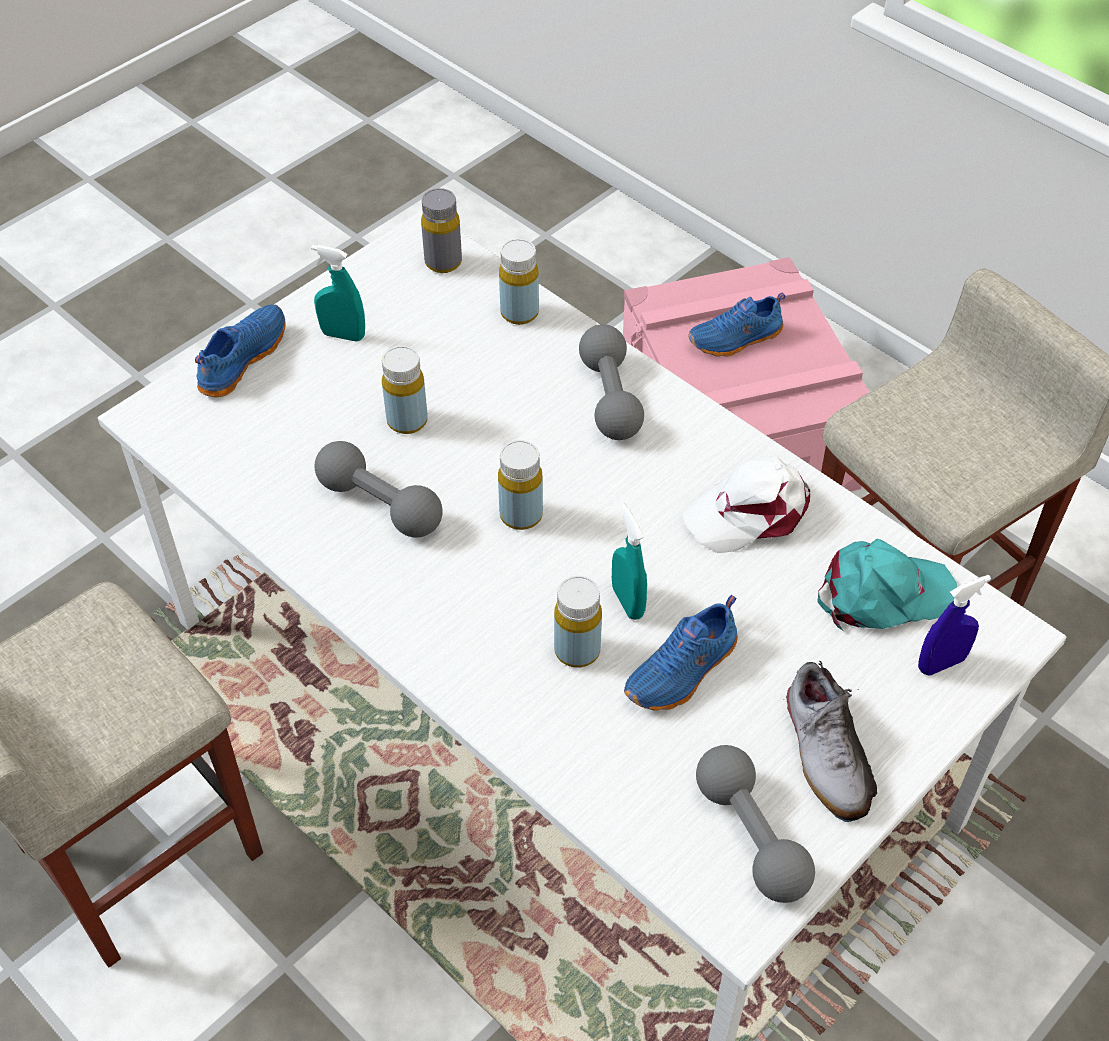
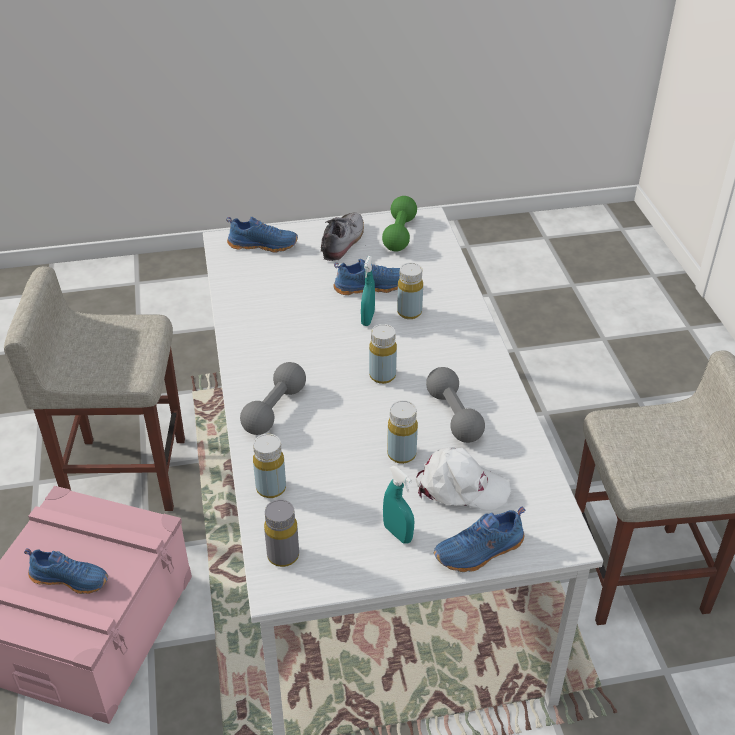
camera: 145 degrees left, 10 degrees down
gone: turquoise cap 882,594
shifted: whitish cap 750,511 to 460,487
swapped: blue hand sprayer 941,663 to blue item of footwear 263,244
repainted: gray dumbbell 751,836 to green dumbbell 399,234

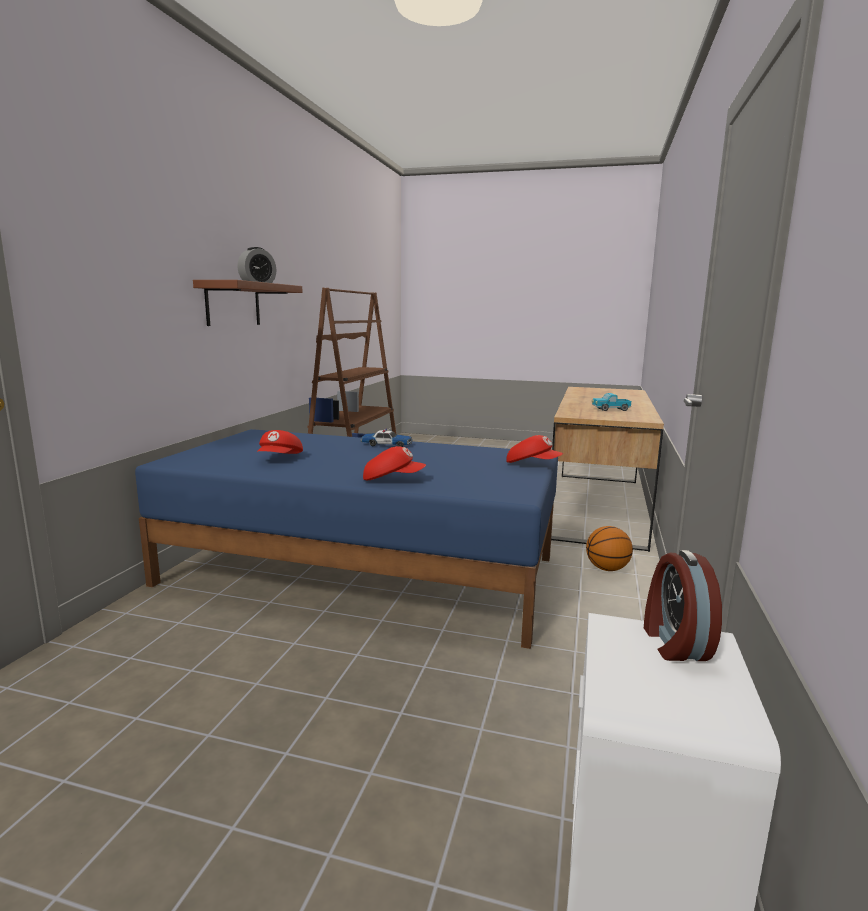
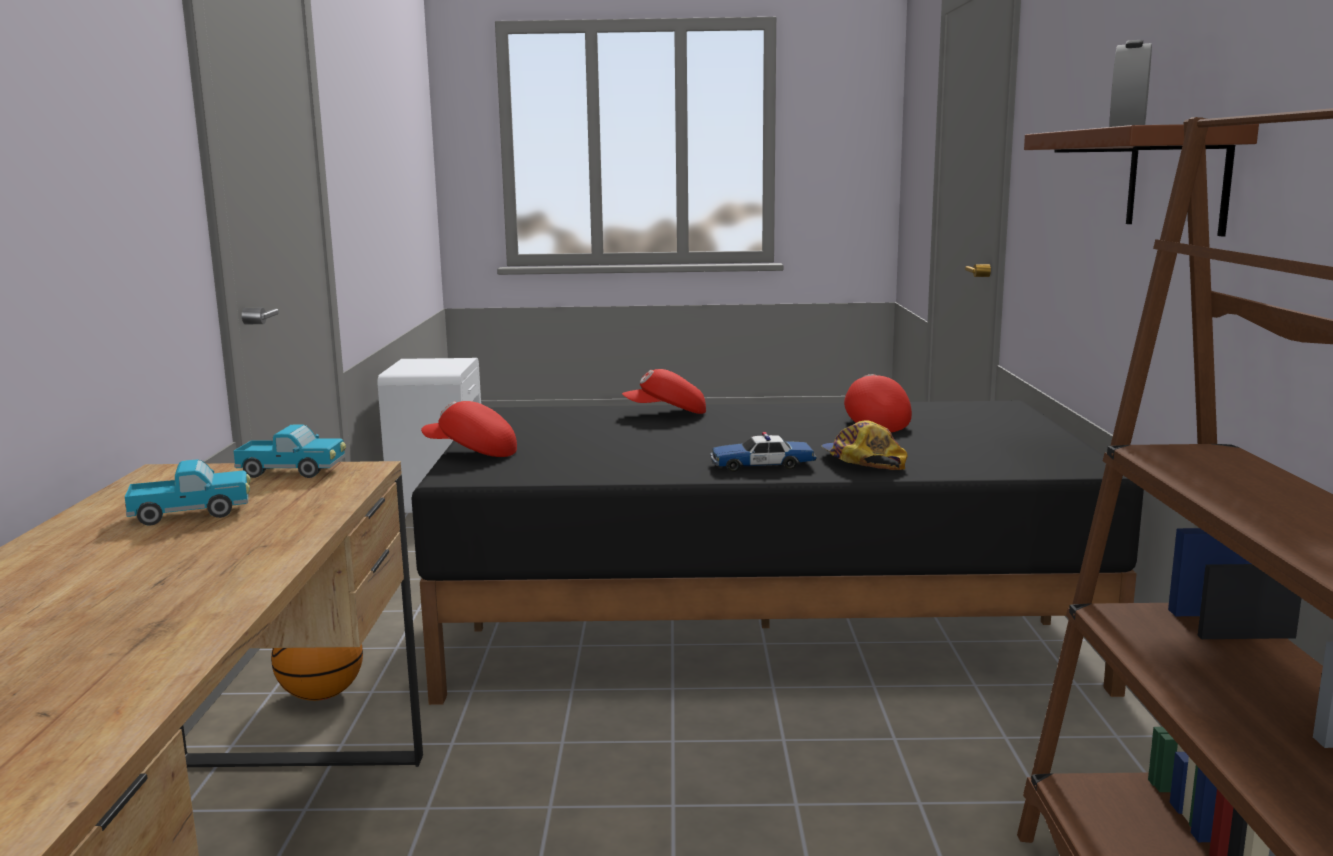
camera: 165 degrees right, 0 degrees up
gone: bedside clock 674,642
new: toy truck 293,472; cap 861,461
repainted: blue sleeping bed 361,570 to blackish sleeping bed 763,628

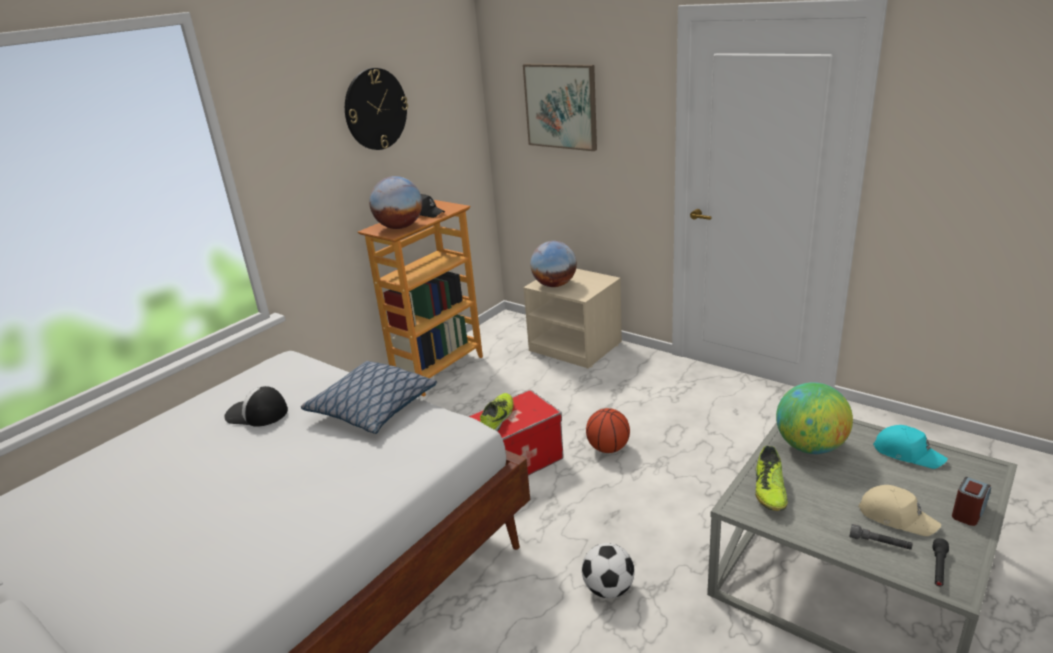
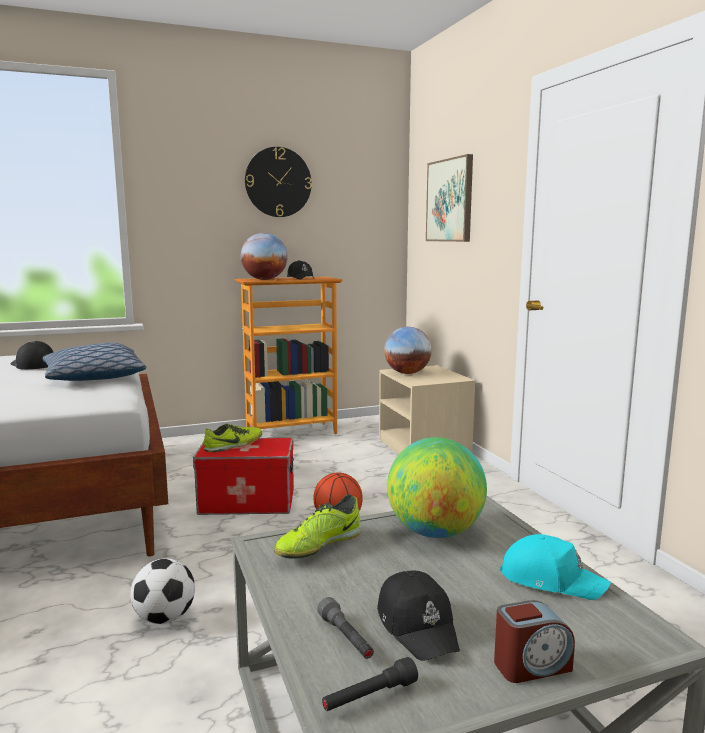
camera: 30 degrees right, 15 degrees down
repainted: beige-coloured cap 896,516 to blackish cap 418,625
rotated: turquoise cap 907,453 = 551,579 45 degrees counterclockwise

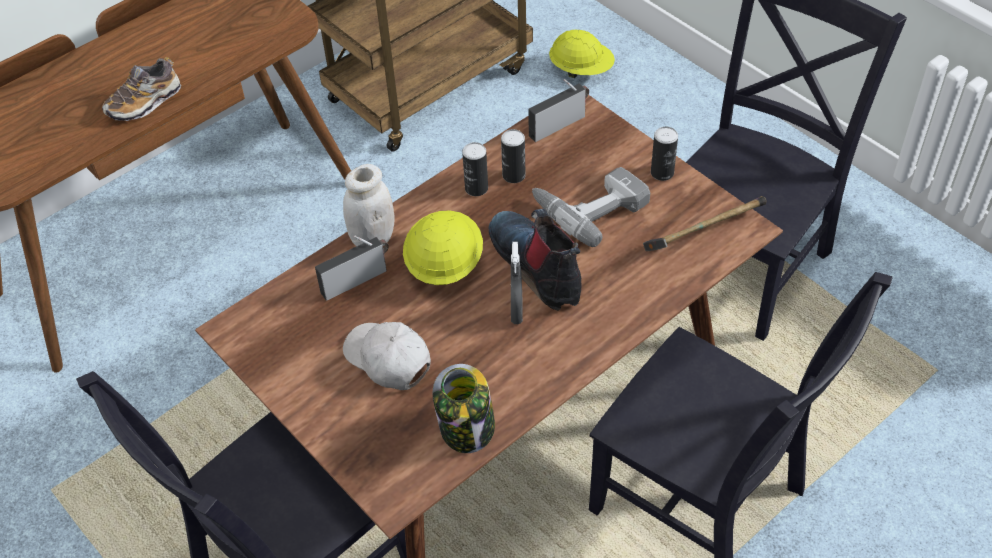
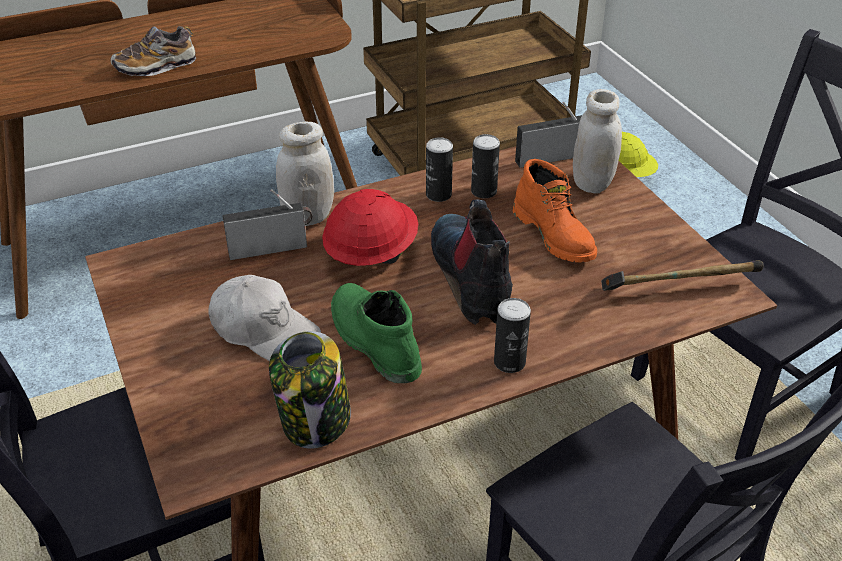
camera: 15 degrees right, 10 degrees down
gone: gray hand sprayer 516,311
new: green boot 372,341; whitish storage jar 592,183
shifted: metal can 662,173 to 509,362
swapped: power drill 589,206 to orange-coloured boot 555,235
repainted: yellow safety helmet 444,263 to reddish safety helmet 371,254
rotated: whitish cap 388,360 = 264,330 150 degrees clockwise

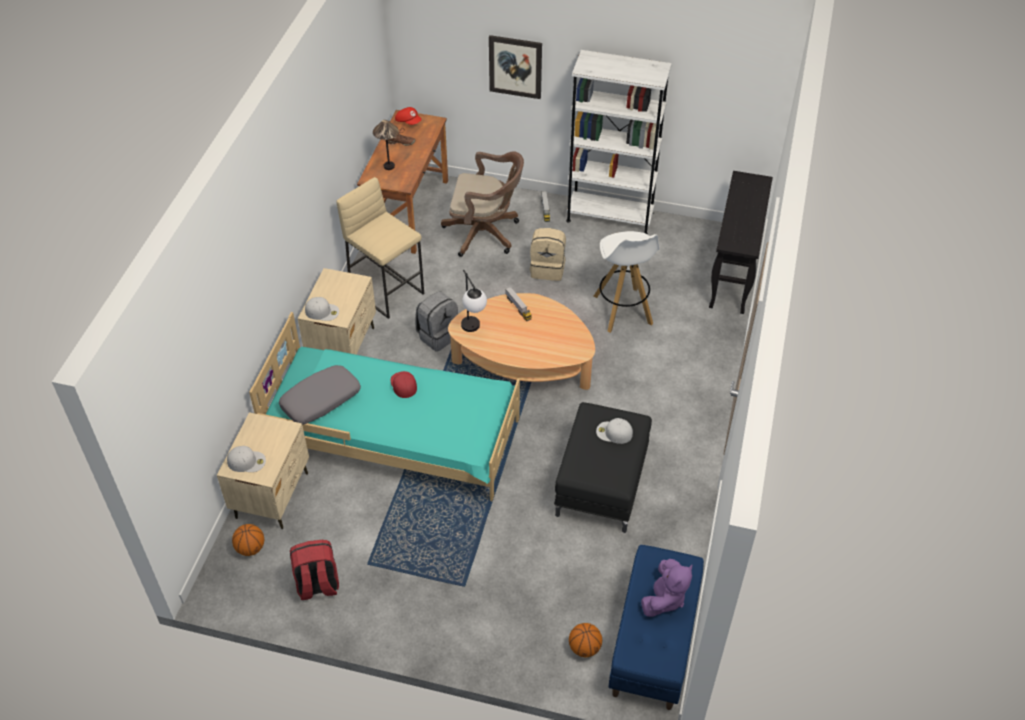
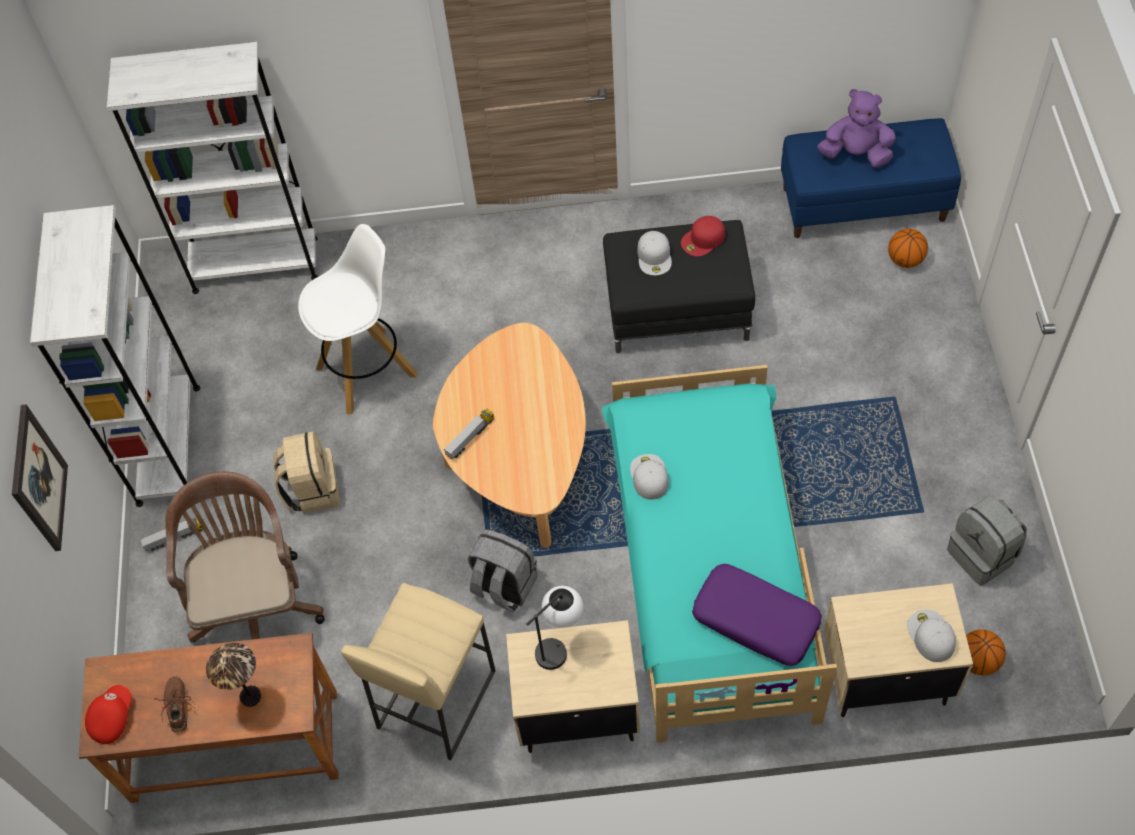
camera: 105 degrees left, 10 degrees up
shifted: tabletop lamp 473,330 to 560,645; whitish cap 322,311 to 648,476; reddish cap 403,384 to 703,239
swapped: blackish hall table 733,275 to whitish shelving unit 255,264
repainted: gray throw pillow 321,401 to purplish throw pillow 756,619; reddish backpack 317,585 to gray backpack 983,554

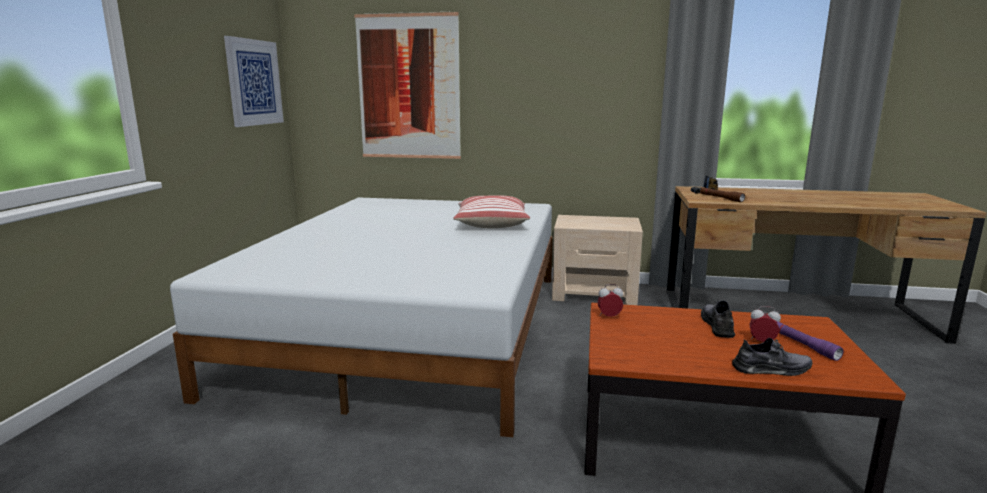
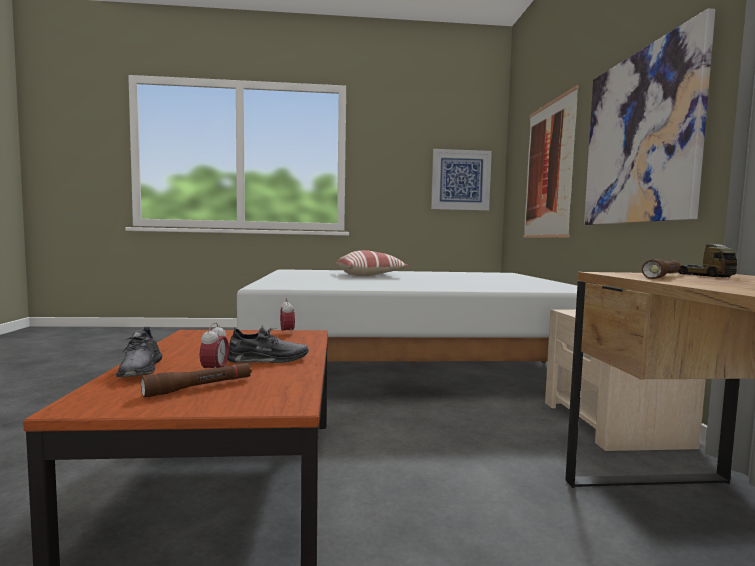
camera: 75 degrees right, 10 degrees down
new: picture 640,138
shifted: throw pillow 491,224 to 370,276
repainted: purplish flashlight 803,345 to brown-coloured flashlight 199,387

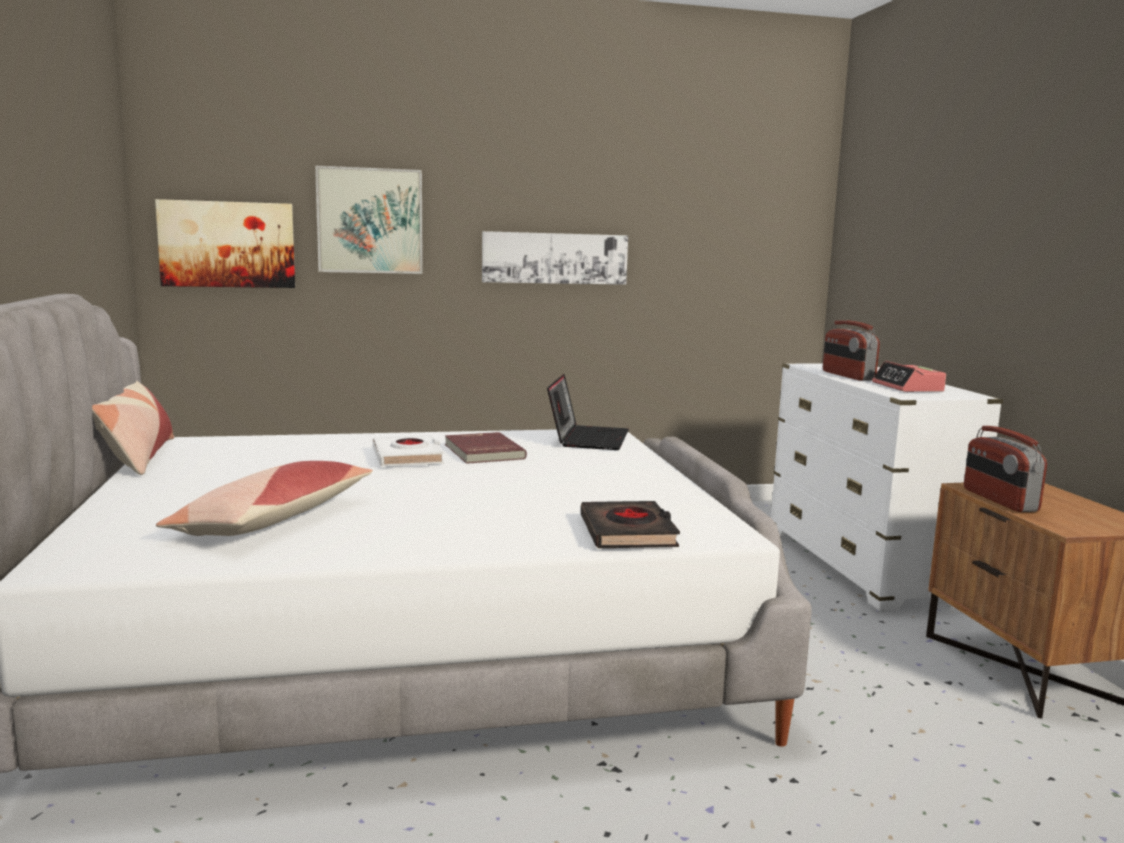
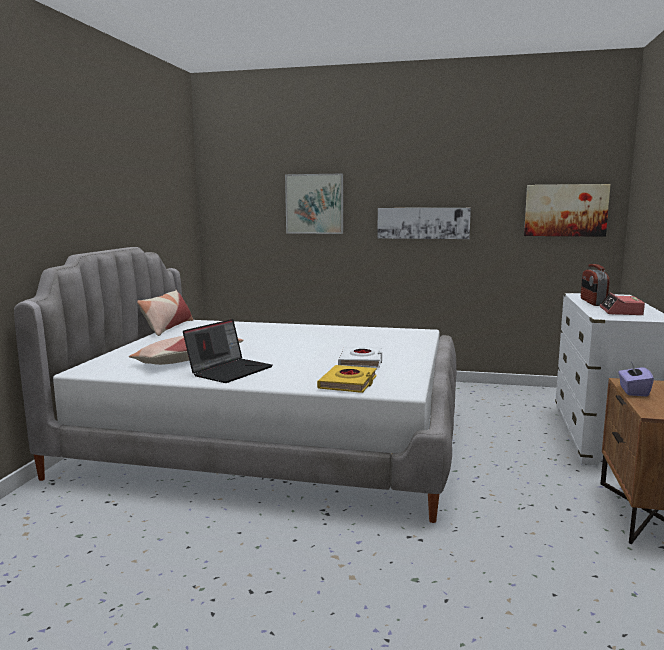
camera: 25 degrees right, 0 degrees up
gone: reddish book 482,451
shifted: portable computer 587,438 to 230,370; whitish book 408,457 to 361,361; picture 227,244 to 565,210
swapped: radio 999,500 to purplish tissue holder 633,391
repainted: blackish book 628,533 to yellow book 348,383

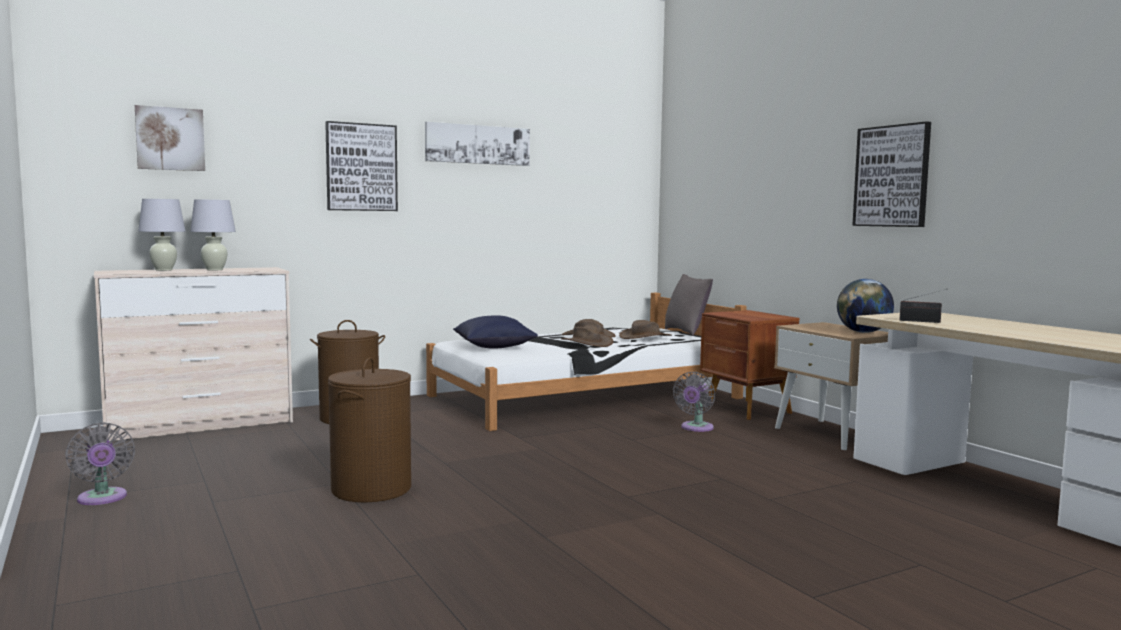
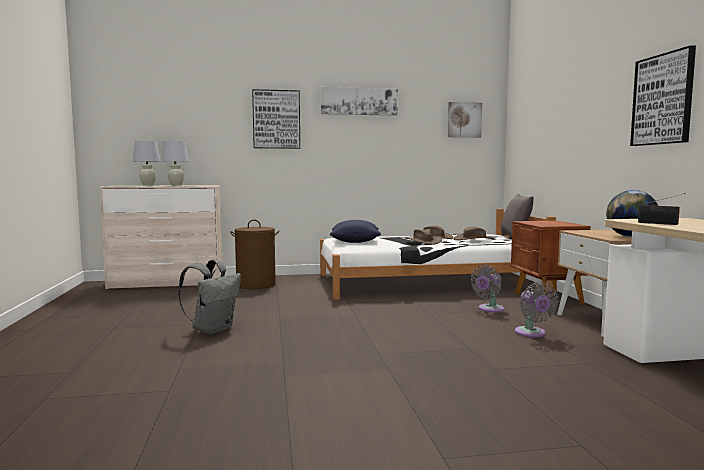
camera: 20 degrees right, 0 degrees up
shifted: picture 170,139 to 464,120; gray fan 102,499 to 532,333
swapped: brown-coloured washing basket 371,489 to gray backpack 213,330

